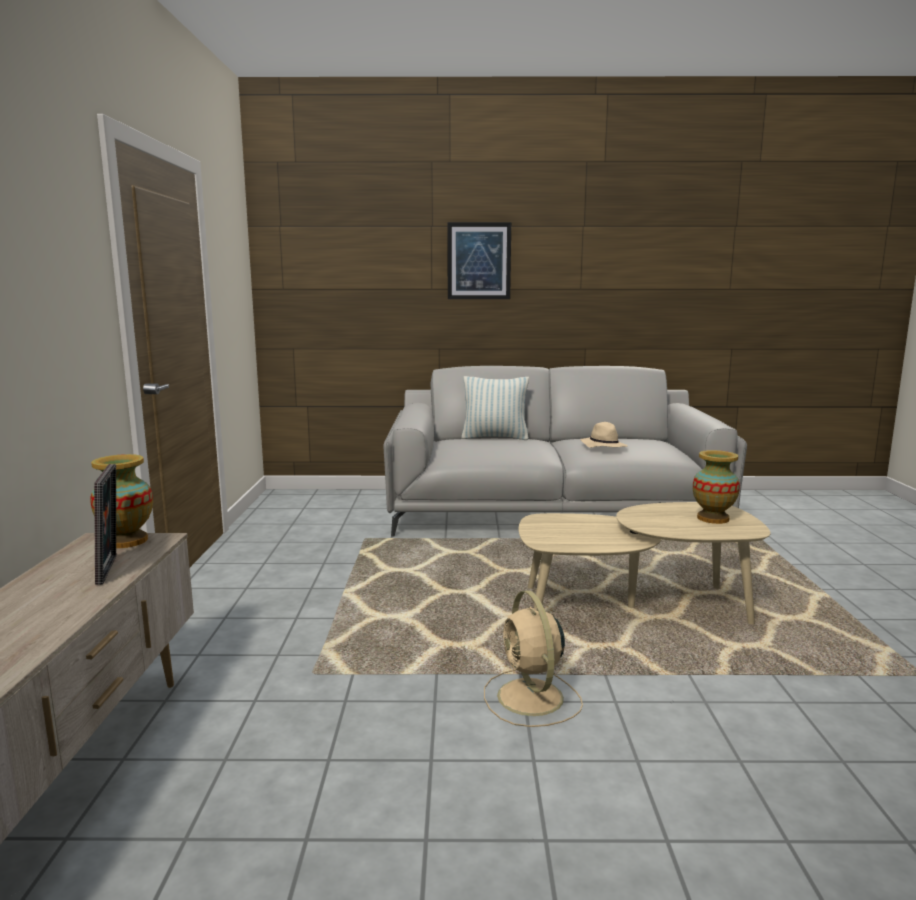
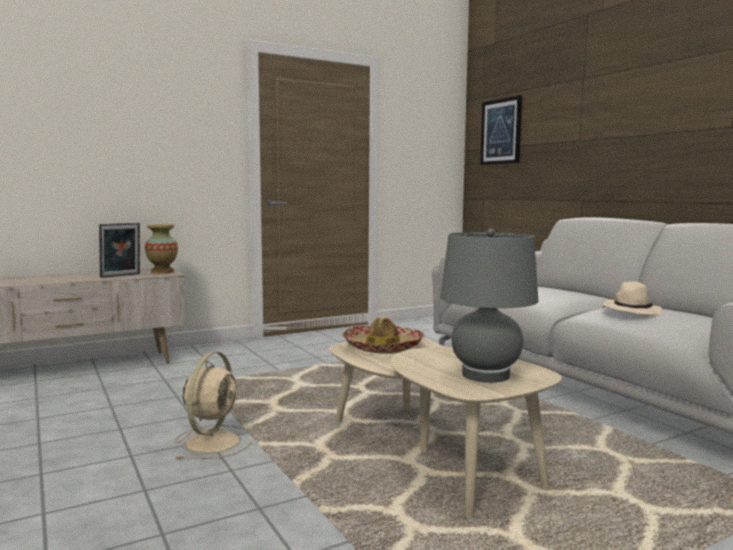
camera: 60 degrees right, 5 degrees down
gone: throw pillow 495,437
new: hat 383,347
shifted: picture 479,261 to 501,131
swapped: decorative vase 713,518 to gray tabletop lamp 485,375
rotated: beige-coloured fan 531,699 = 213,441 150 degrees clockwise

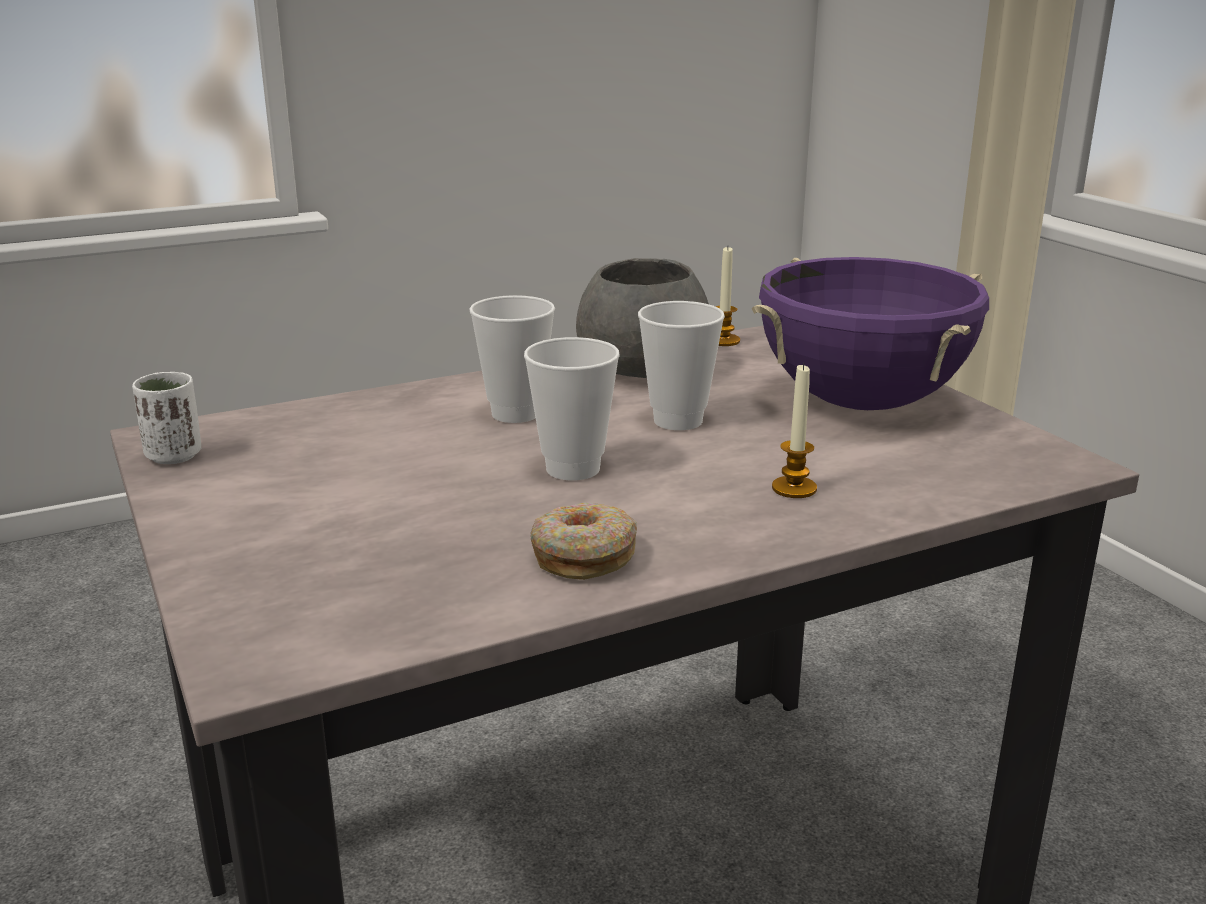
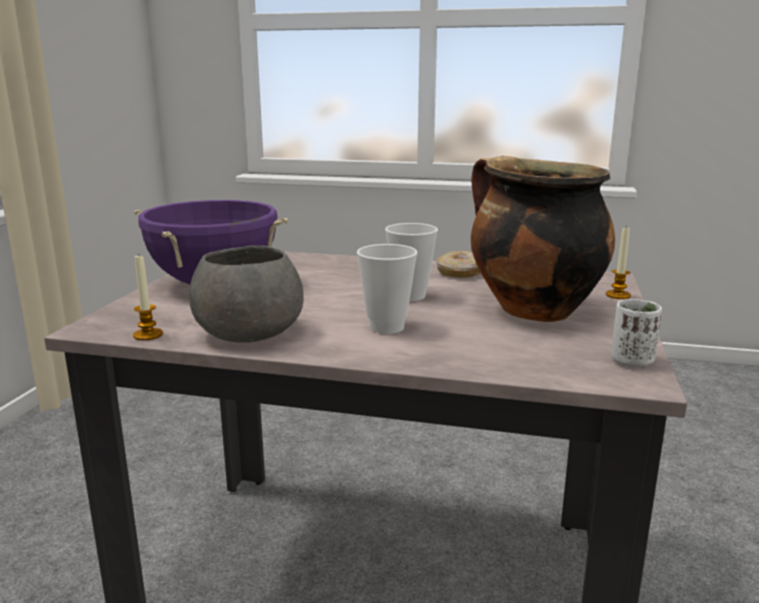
camera: 140 degrees left, 5 degrees down
gone: small cup 678,421
new: saucepot 531,310
shifted: wax candle 794,488 to 618,295

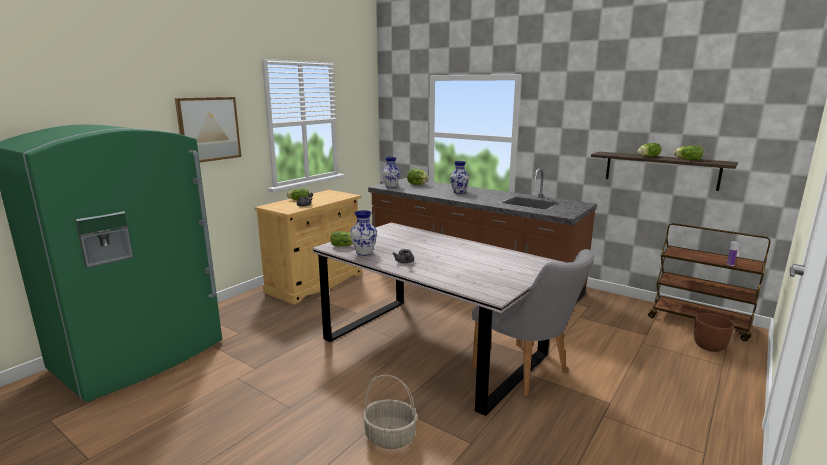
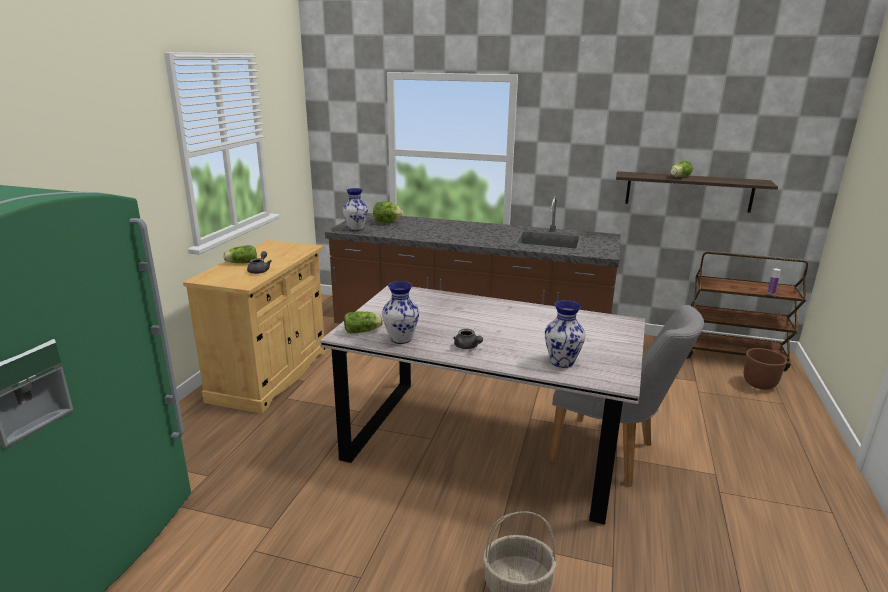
camera: 20 degrees left, 5 degrees up
gone: picture 208,129; head of lettuce 687,159
shifted: decorative vase 459,192 to 562,362

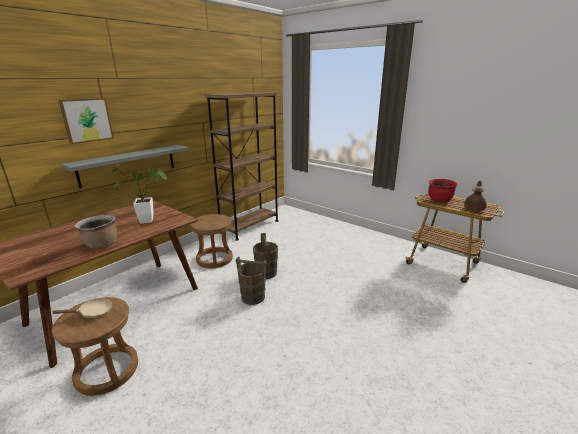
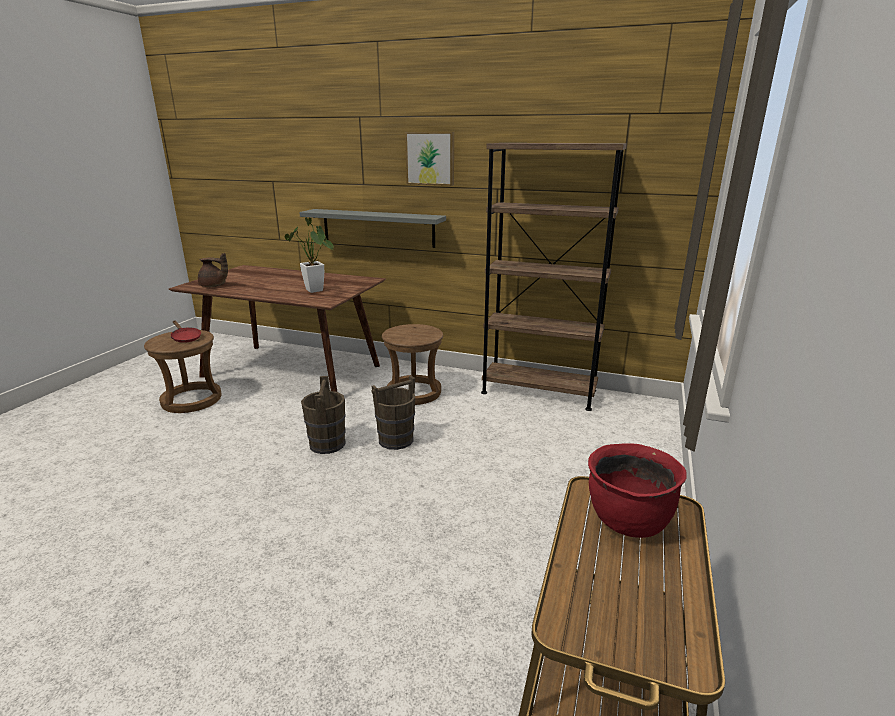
camera: 70 degrees right, 0 degrees up
gone: brown-coloured saucepot 101,245
shifted: brown-coloured tea pot 474,209 to 214,286; picture 86,120 to 430,158
repainted: beige-coloured skillet 92,313 to reddish skillet 185,338

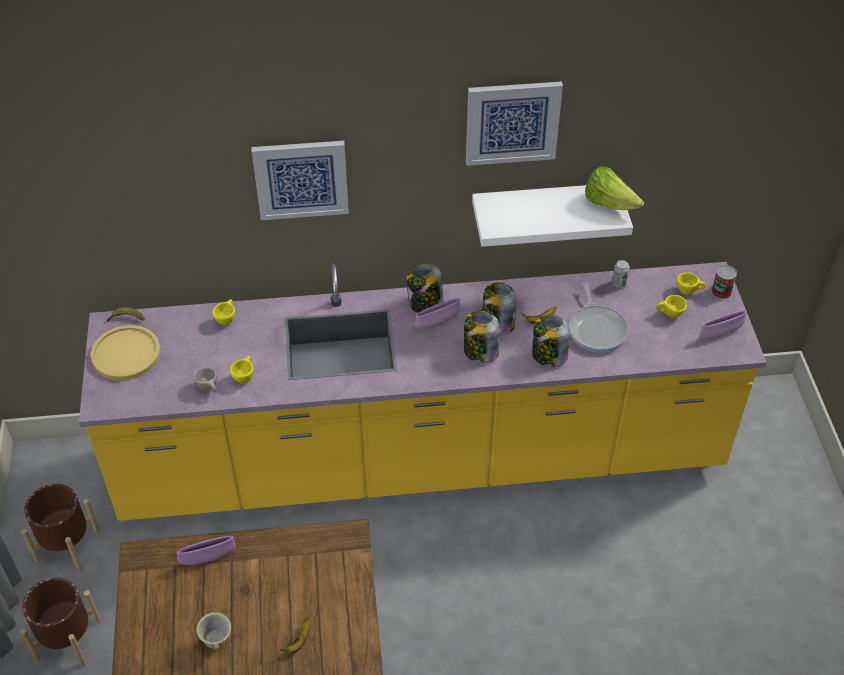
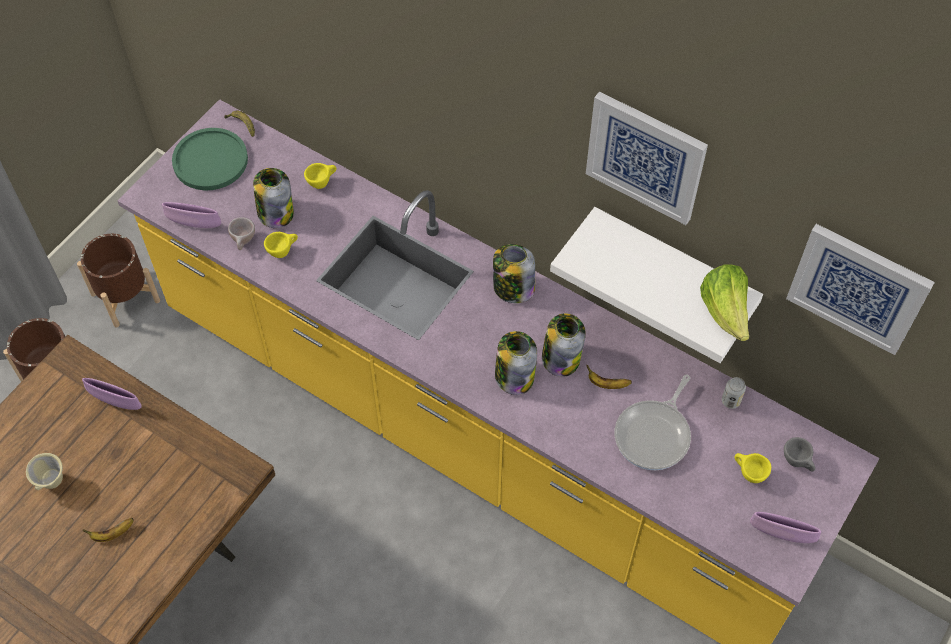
camera: 40 degrees right, 10 degrees up
gone: metal can 721,291
shifted: purplish serving bowl 437,322 to 194,224; storage jar 548,356 to 275,212; picture 301,179 to 858,287
repainted: yellow plate 126,354 to green plate 210,160; yellow small cup 688,291 to gray small cup 798,462

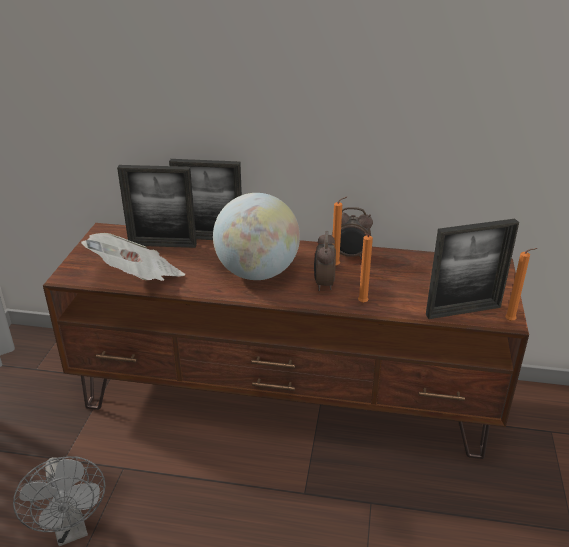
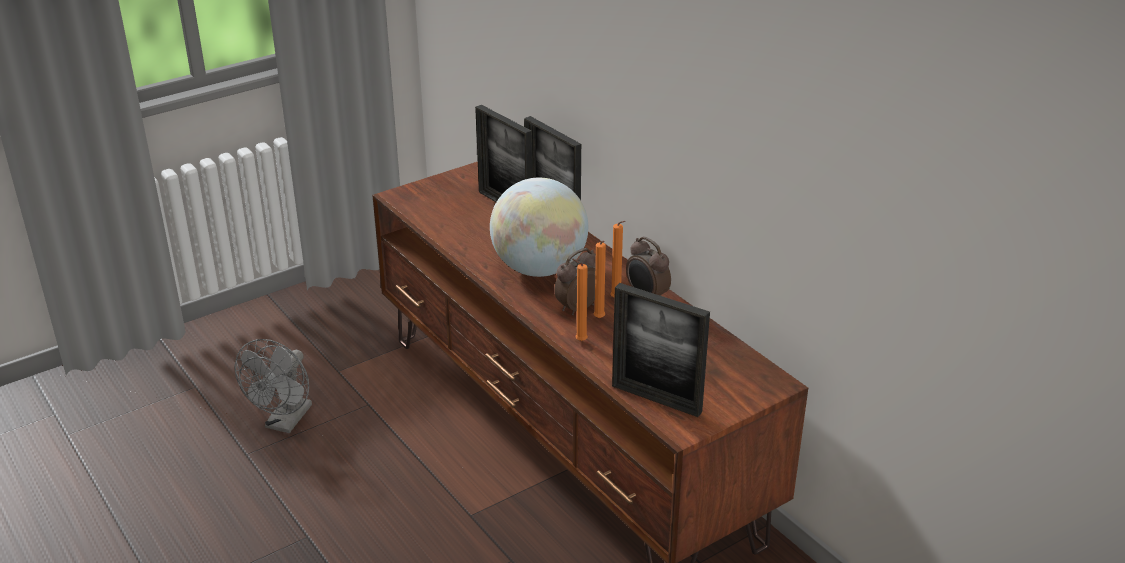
camera: 45 degrees right, 0 degrees up
gone: newspaper 138,278
shifted: orange-coloured wax candle 511,321 to 599,319

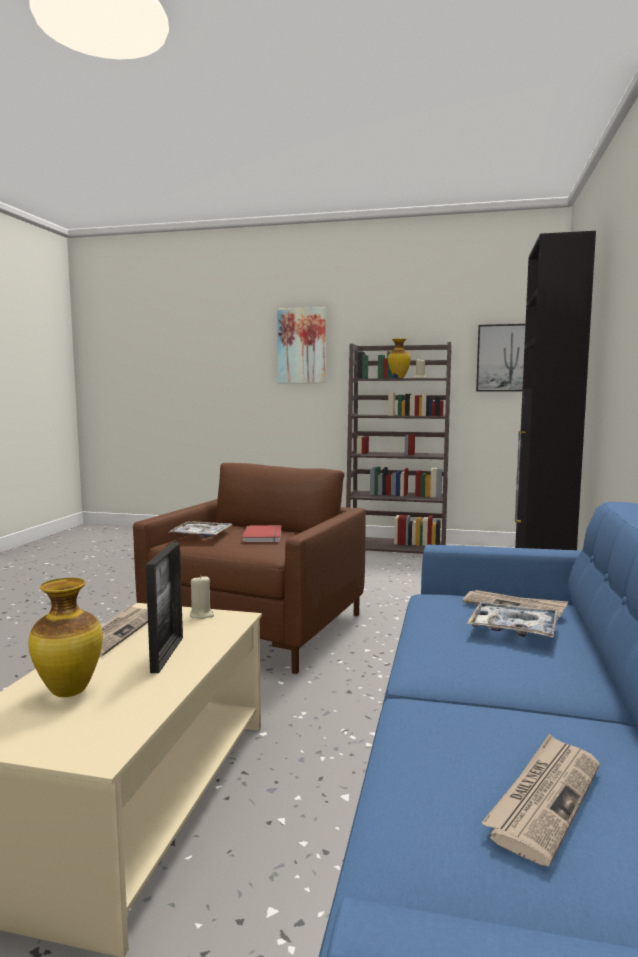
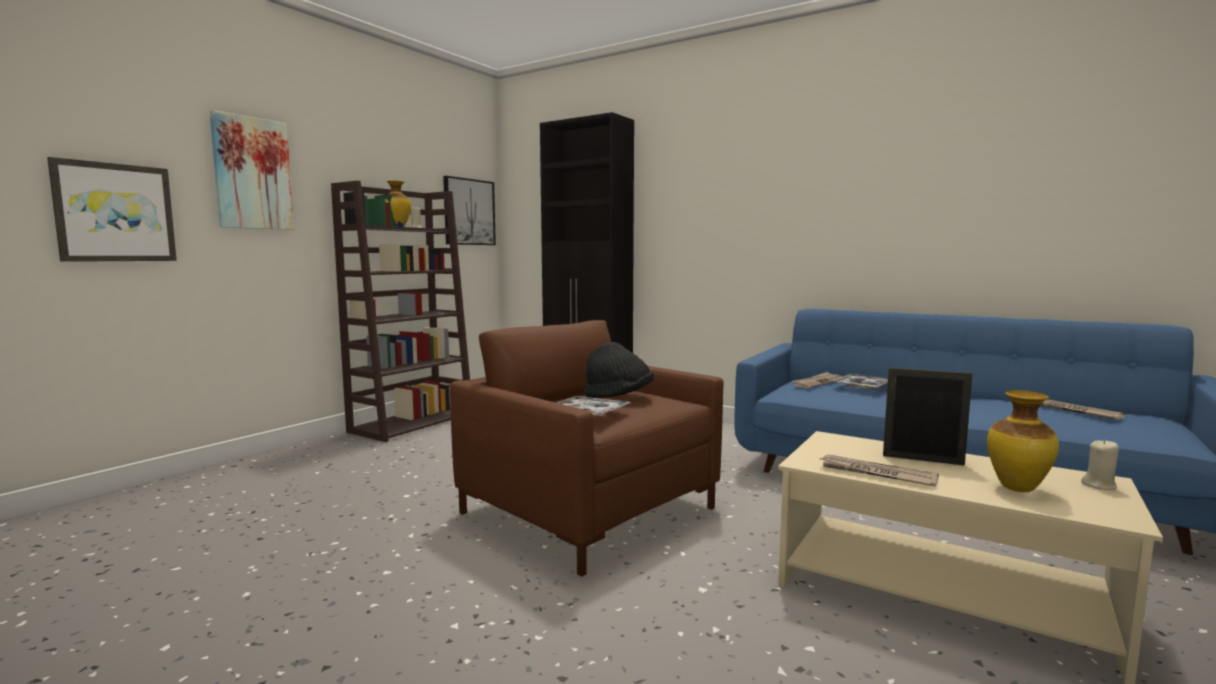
camera: 70 degrees left, 0 degrees up
new: picture 115,212
shifted: beige-coloured wax candle 201,615 to 1099,485
swapped: reddish book 264,536 to blackish hat 619,397

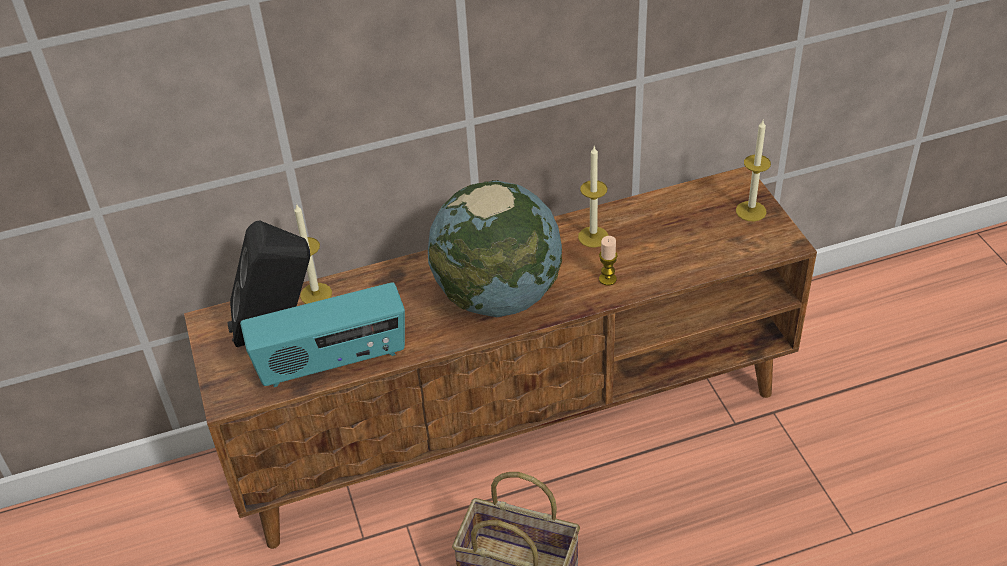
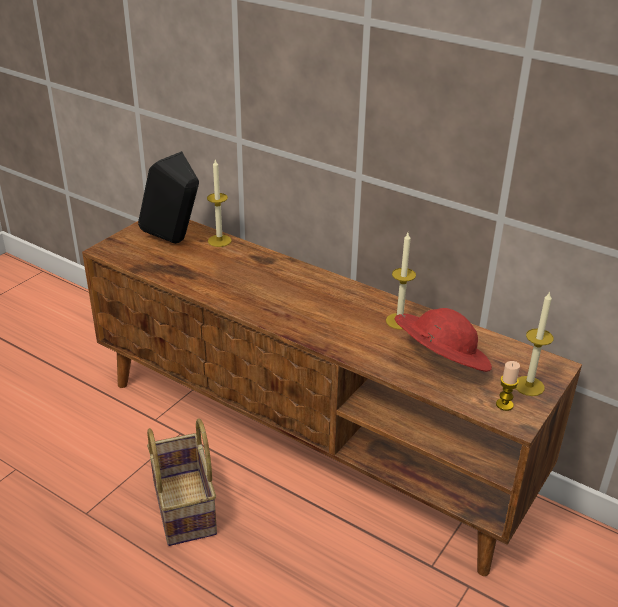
camera: 50 degrees right, 10 degrees down
gone: radio 332,362; world globe 498,297
new: reddish hat 439,362
shifted: wax candle 607,279 to 504,405

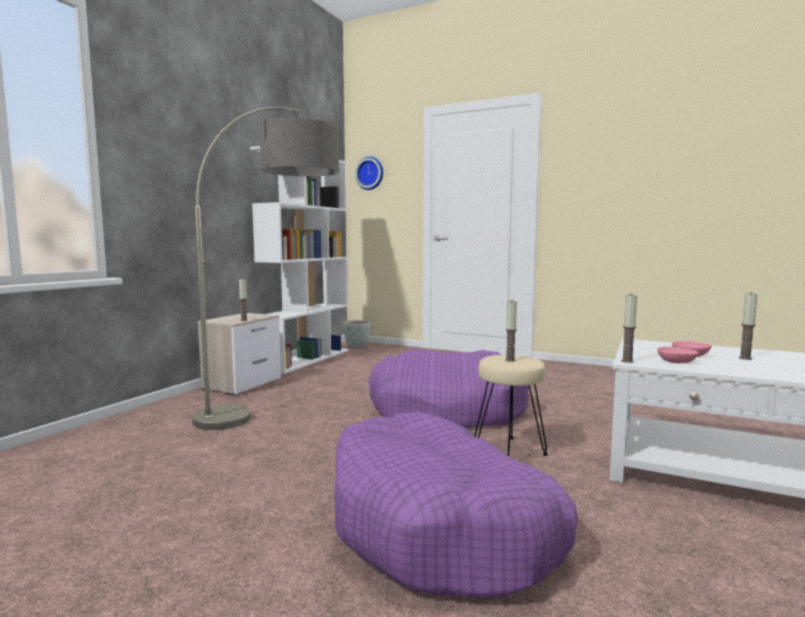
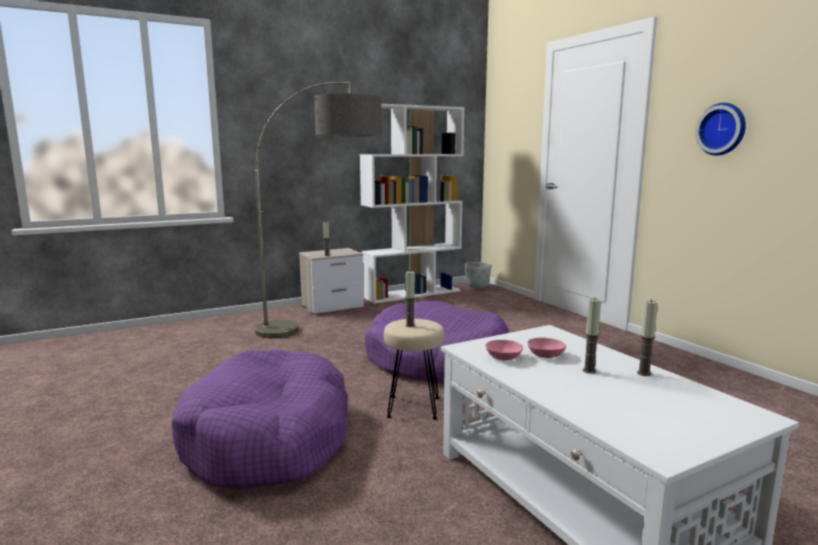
camera: 35 degrees right, 5 degrees up
shifted: wax candle 627,361 to 644,373; clock on the wall 370,173 to 722,129

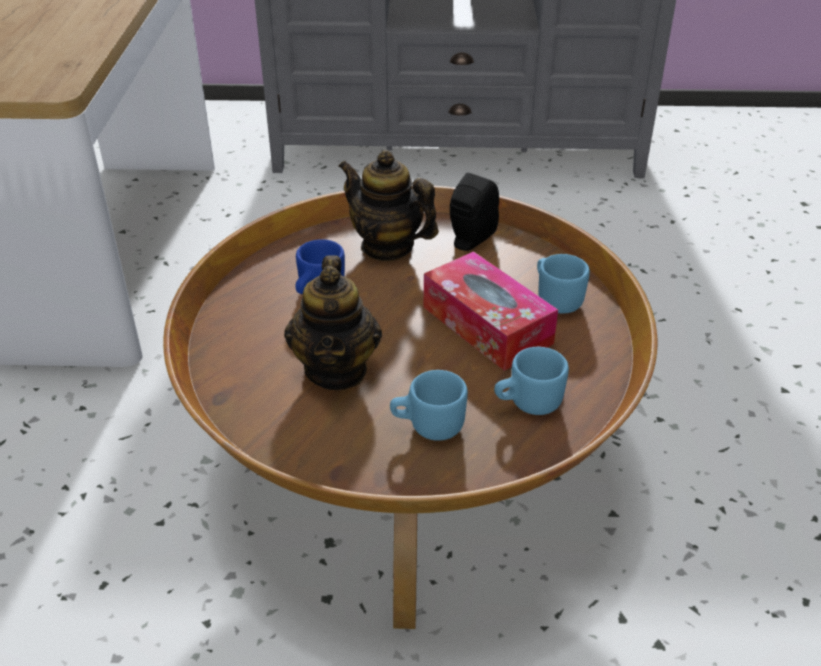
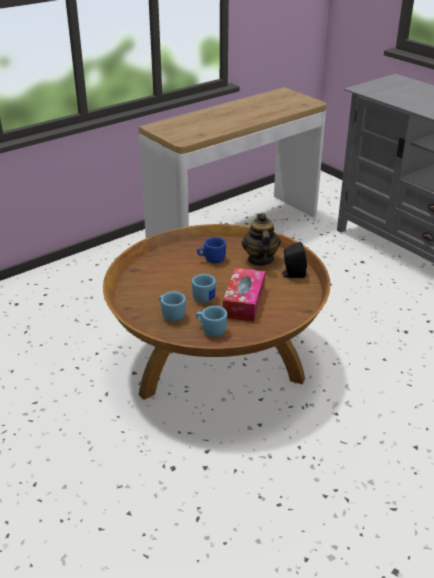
camera: 50 degrees right, 5 degrees down
gone: tea pot 336,369
shifted: blue tea mug 556,299 to 205,296

